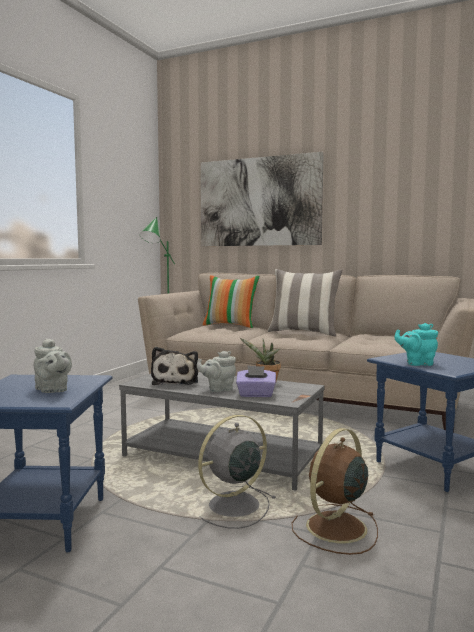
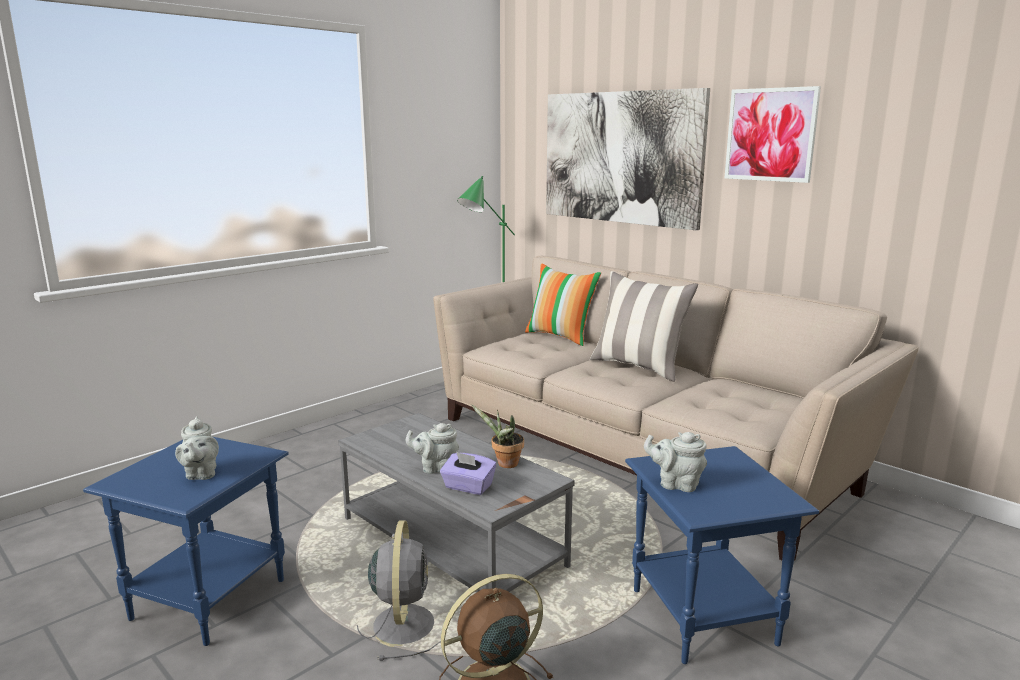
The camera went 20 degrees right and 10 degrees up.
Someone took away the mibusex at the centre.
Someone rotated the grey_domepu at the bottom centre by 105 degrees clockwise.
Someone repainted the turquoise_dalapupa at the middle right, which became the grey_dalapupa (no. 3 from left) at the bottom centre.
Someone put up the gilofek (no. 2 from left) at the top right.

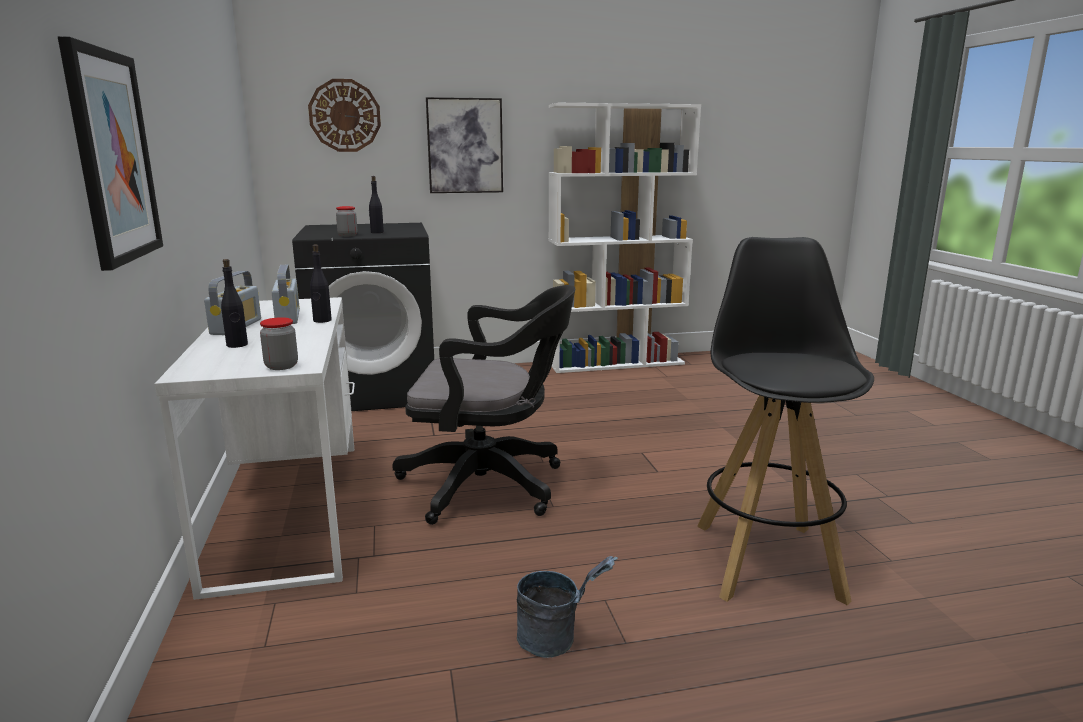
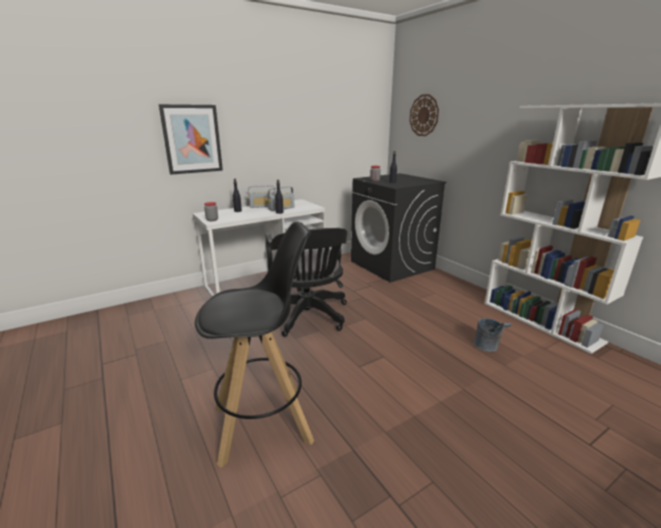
The camera went 70 degrees right and 5 degrees up.
Someone took away the gilofek (no. 2 from left) at the top centre.
Someone carried the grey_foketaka from the bottom centre to the middle right.

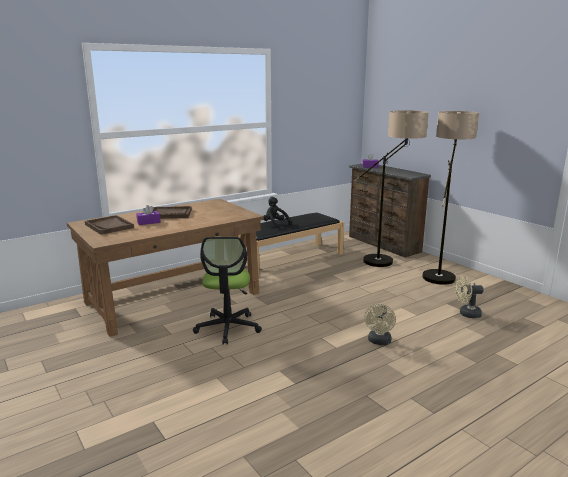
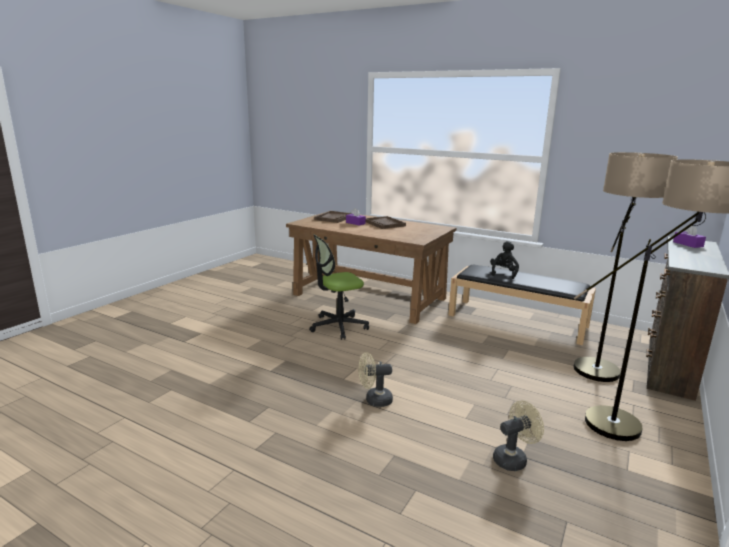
The camera went 65 degrees right and 0 degrees up.
Someone rotated the beige_domepu (no. 2 from left) at the middle right by 90 degrees clockwise.

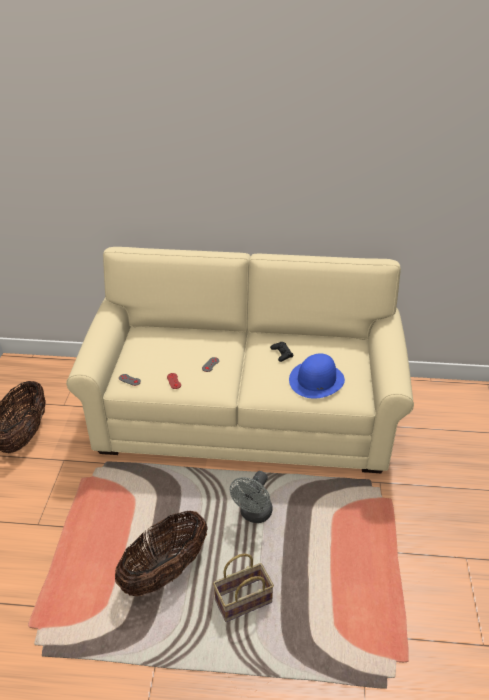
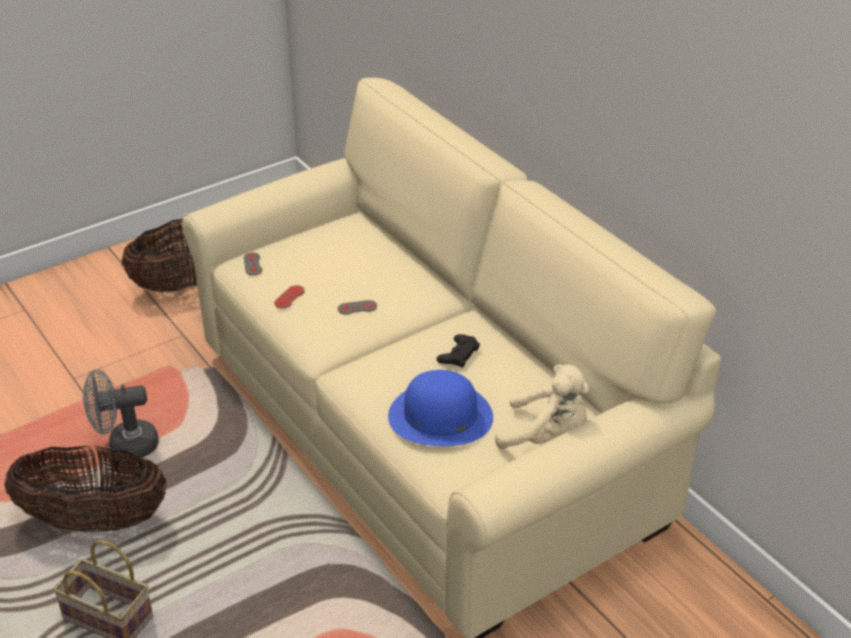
The camera went 50 degrees right and 0 degrees up.
Someone carried the grey_domepu from the bottom centre to the middle left.
Someone put down the beige_mibusex at the centre.

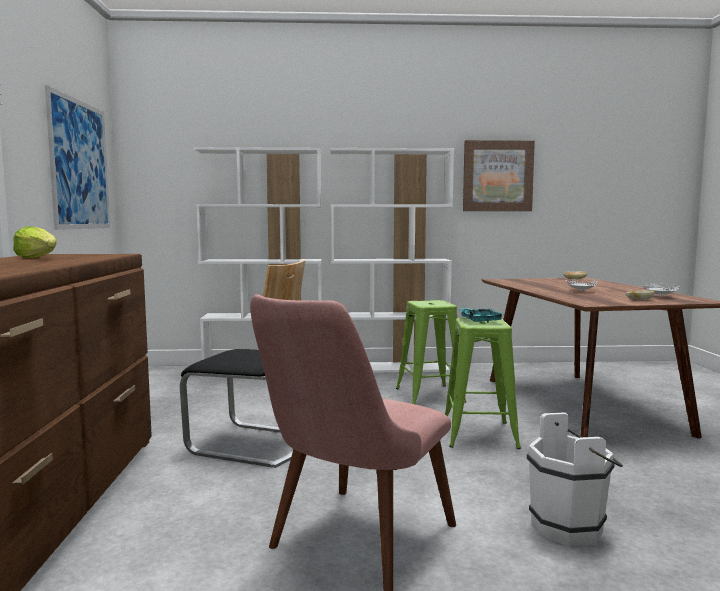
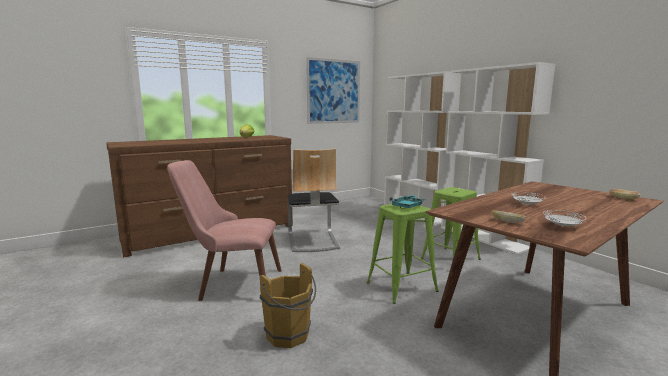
The camera went 60 degrees right and 5 degrees up.
Someone took away the gilofek (no. 2 from left) at the top right.
Someone repainted the white_foketaka at the bottom right, which became the brown_foketaka at the bottom centre.

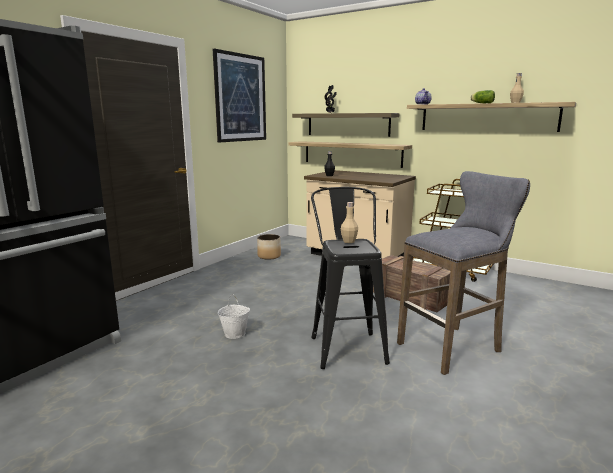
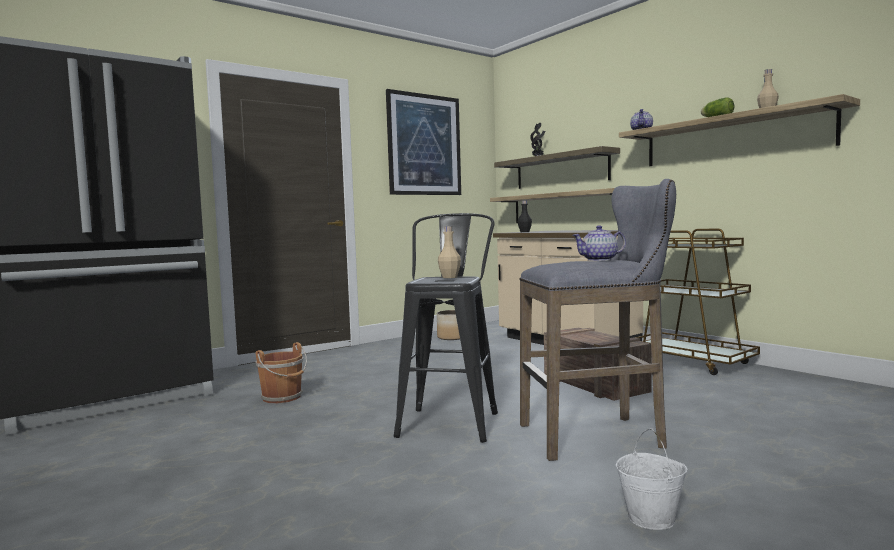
The camera went 20 degrees right and 10 degrees down.
Someone carried the white_foketaka from the bottom centre to the bottom right.
Someone put down the brown_foketaka at the bottom left.
Someone put down the dalapupa (no. 1 from left) at the middle right.

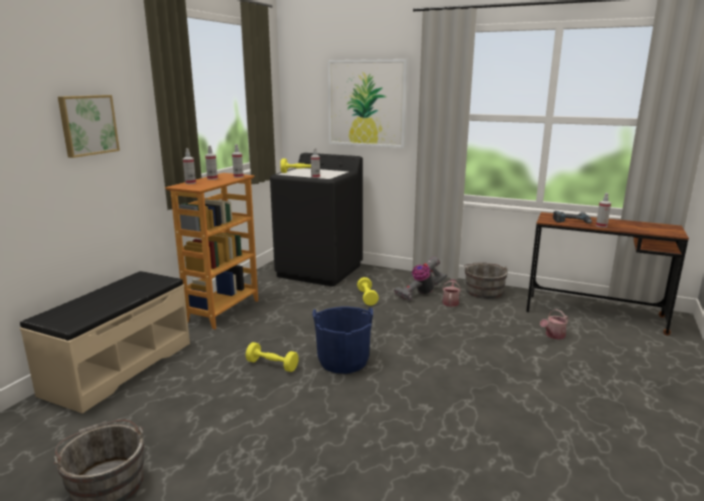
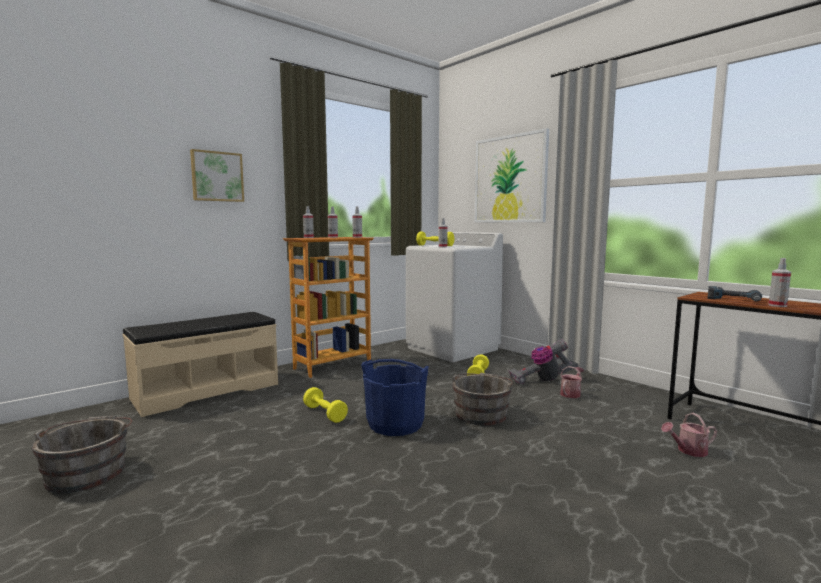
The camera went 25 degrees right and 10 degrees down.
Someone repainted the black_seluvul at the centre, which became the white_seluvul at the centre.
Someone carried the grey_foketaka (no. 2 from left) from the middle right to the bottom centre.

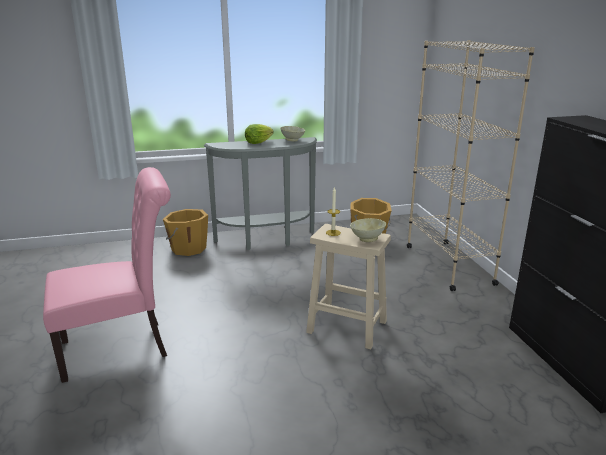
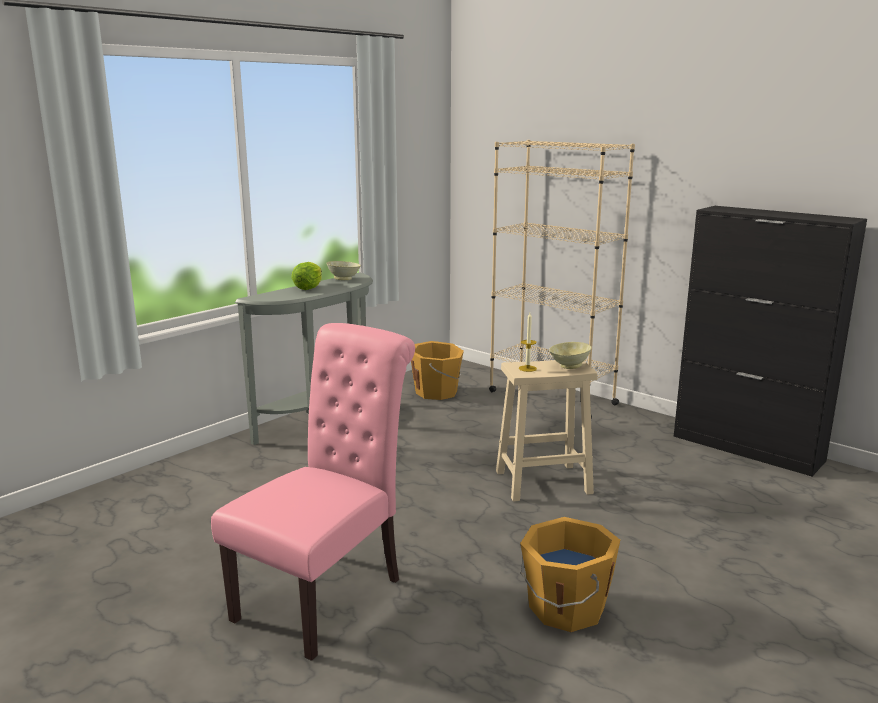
The camera went 35 degrees left and 5 degrees down.
Someone carried the orange_foketaka (no. 1 from left in the first image) from the middle left to the bottom centre.

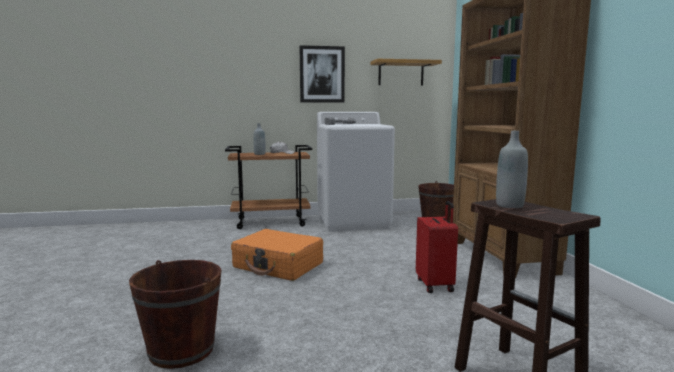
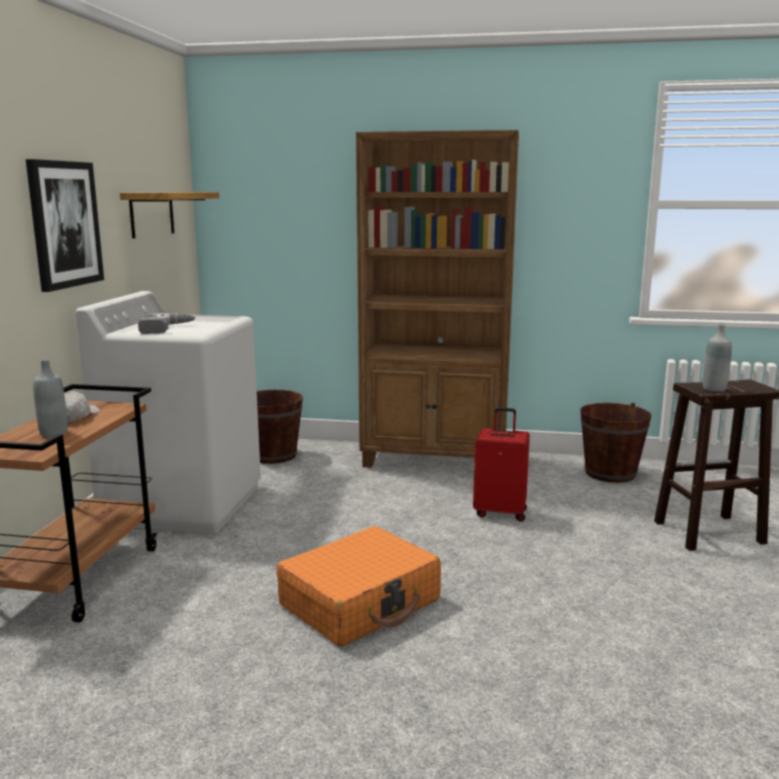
The camera went 70 degrees left and 5 degrees up.
Someone carried the brown_foketaka (no. 1 from left in the first image) from the bottom left to the middle right.

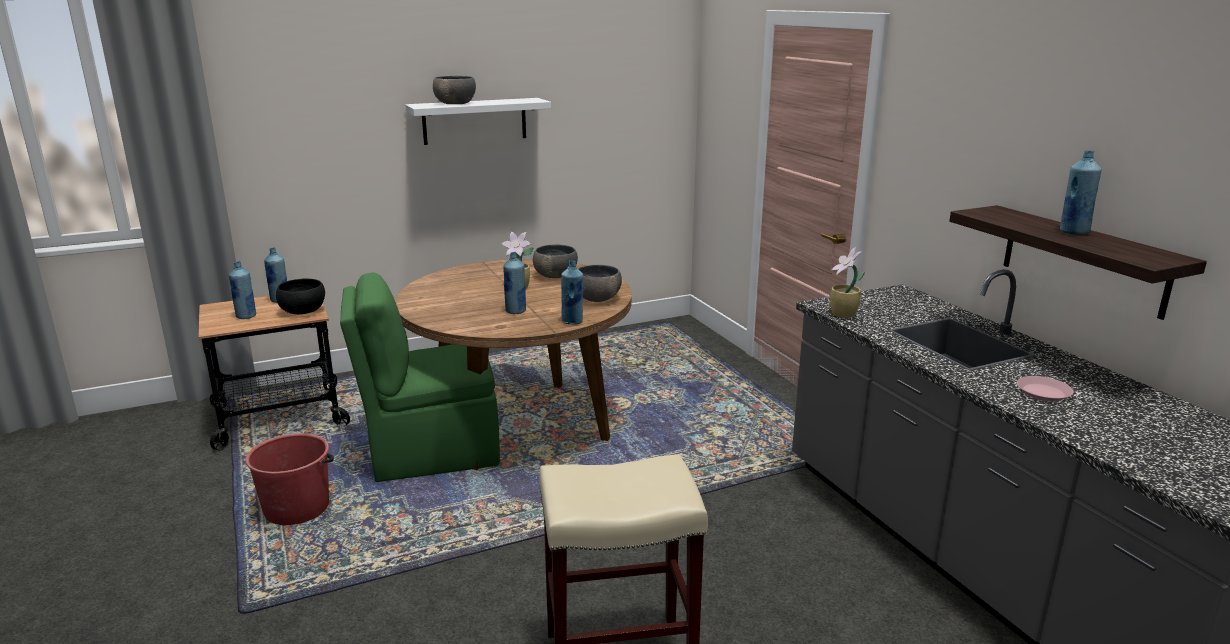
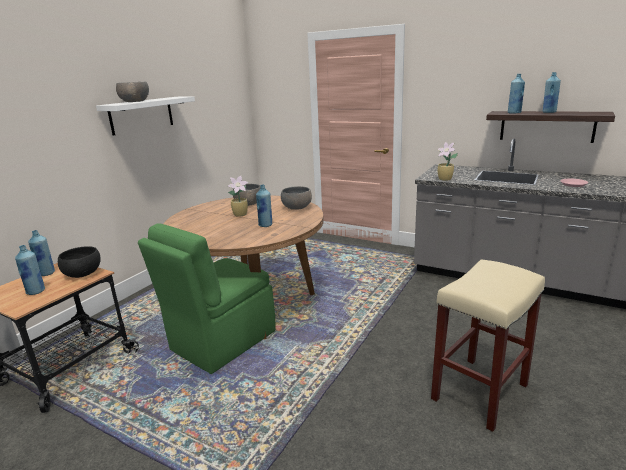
The camera went 35 degrees left and 0 degrees up.
Someone took away the red_foketaka at the bottom left.
Someone carried the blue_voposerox (no. 4 from left) from the centre to the top right.

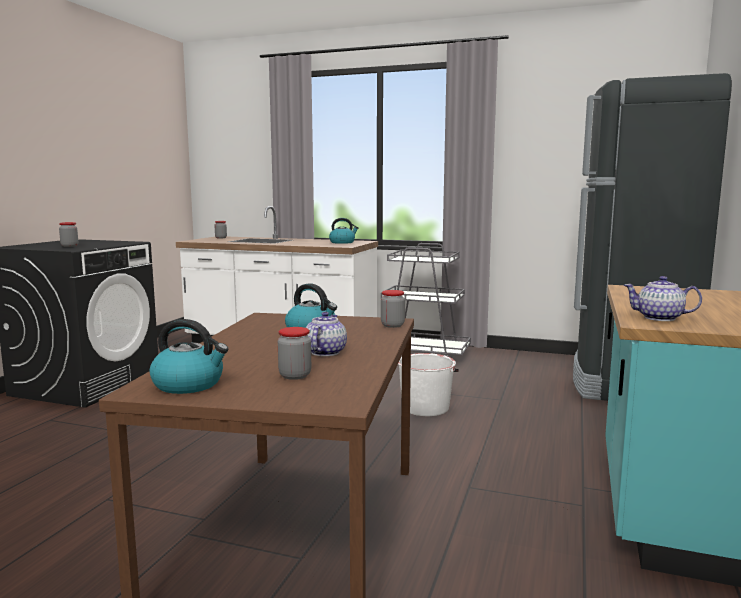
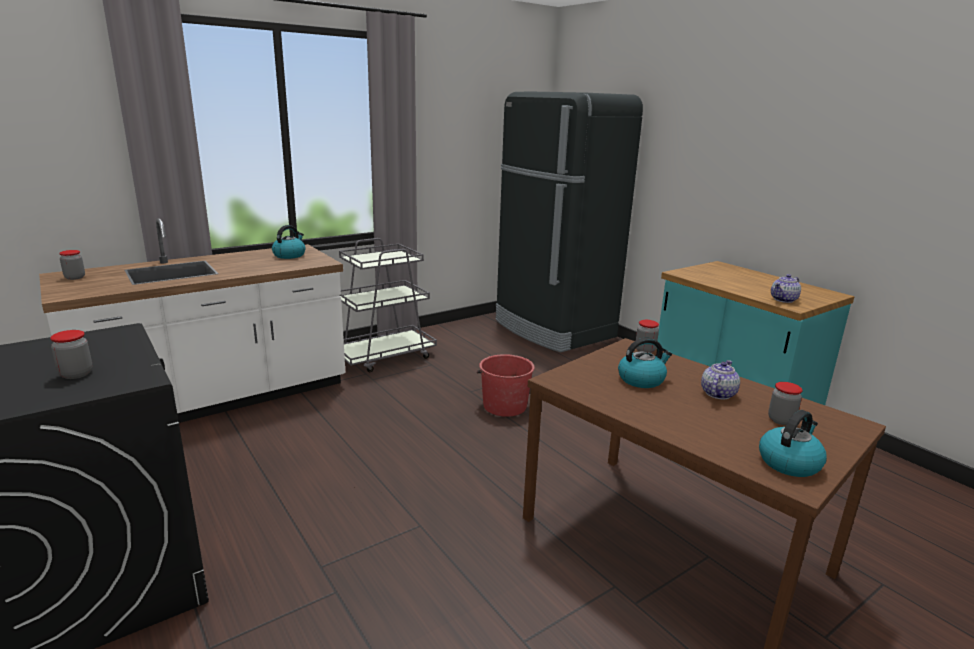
The camera went 55 degrees left and 10 degrees up.
Someone rotated the dalapupa (no. 1 from left) at the centre by 75 degrees clockwise.
Someone repainted the white_foketaka at the centre, which became the red_foketaka at the centre.

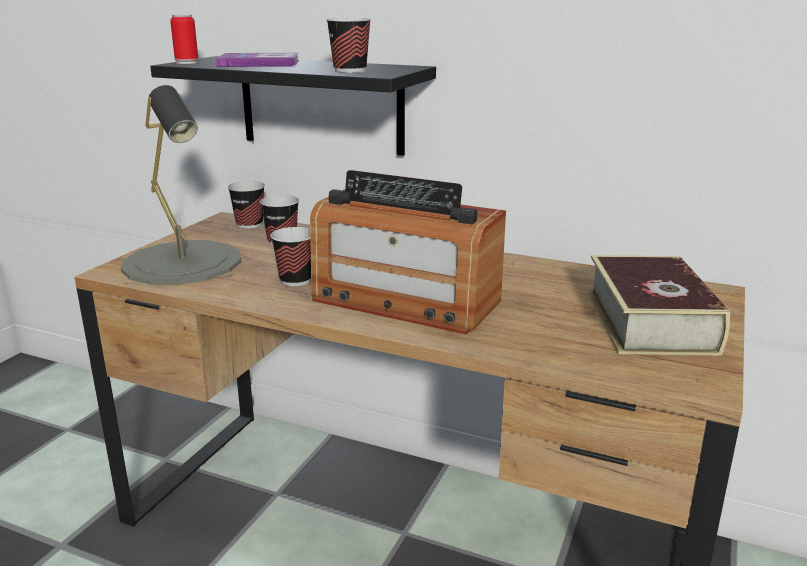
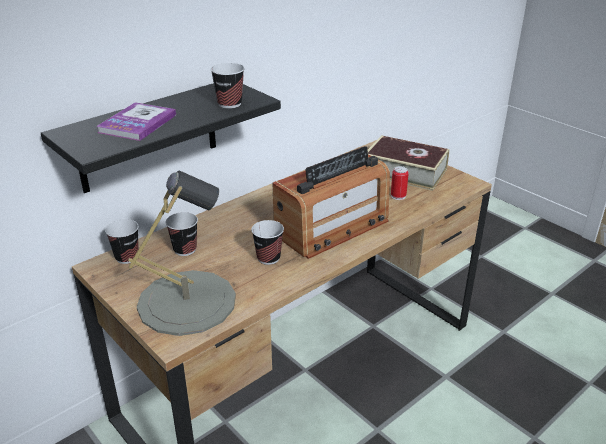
The camera went 65 degrees left and 10 degrees up.
Someone carried the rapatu from the top left to the centre.

